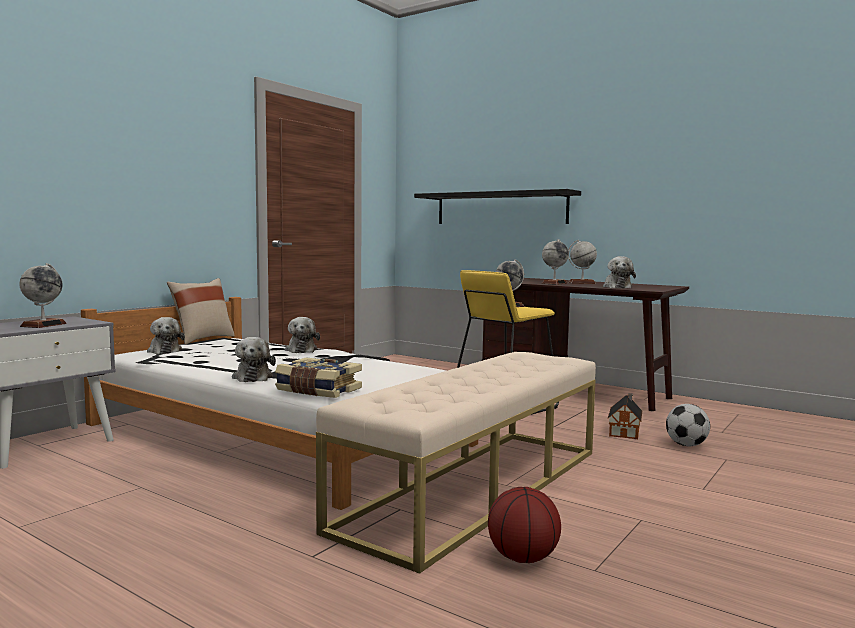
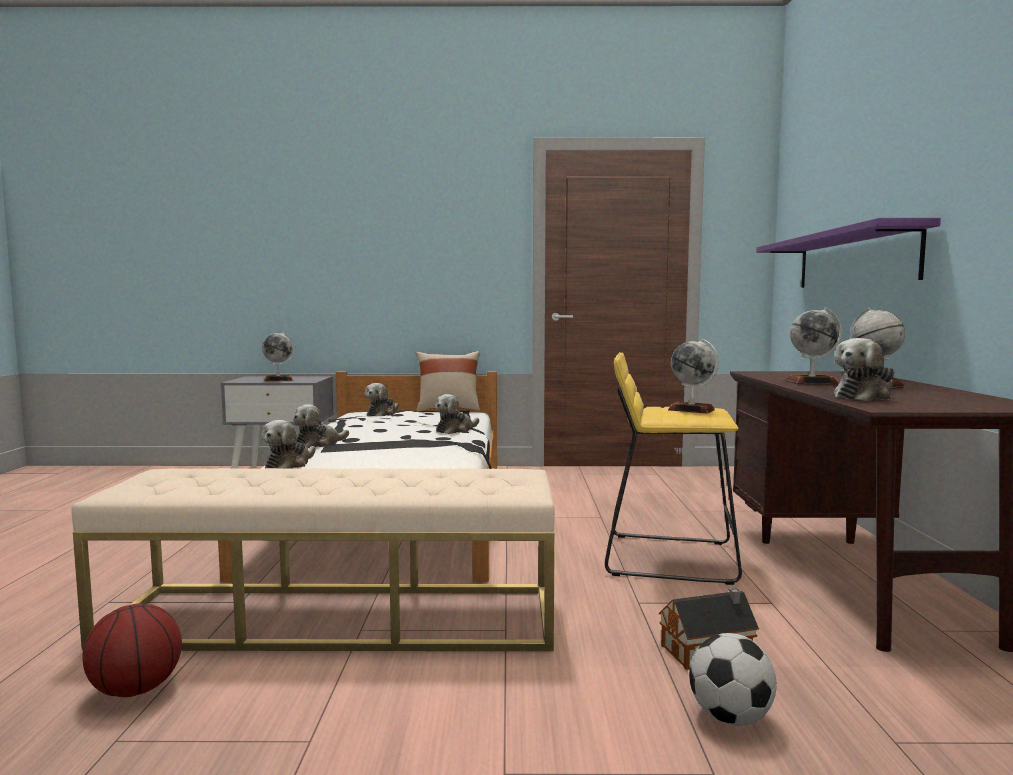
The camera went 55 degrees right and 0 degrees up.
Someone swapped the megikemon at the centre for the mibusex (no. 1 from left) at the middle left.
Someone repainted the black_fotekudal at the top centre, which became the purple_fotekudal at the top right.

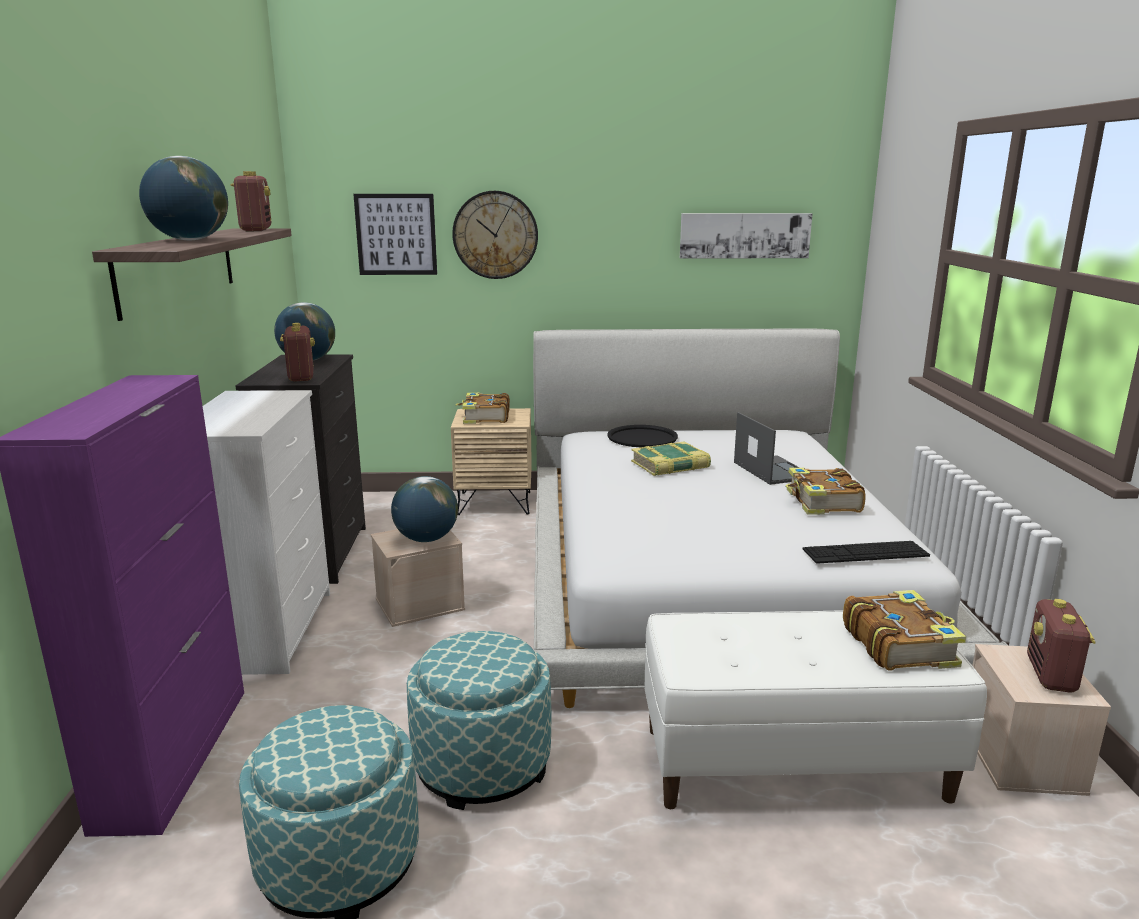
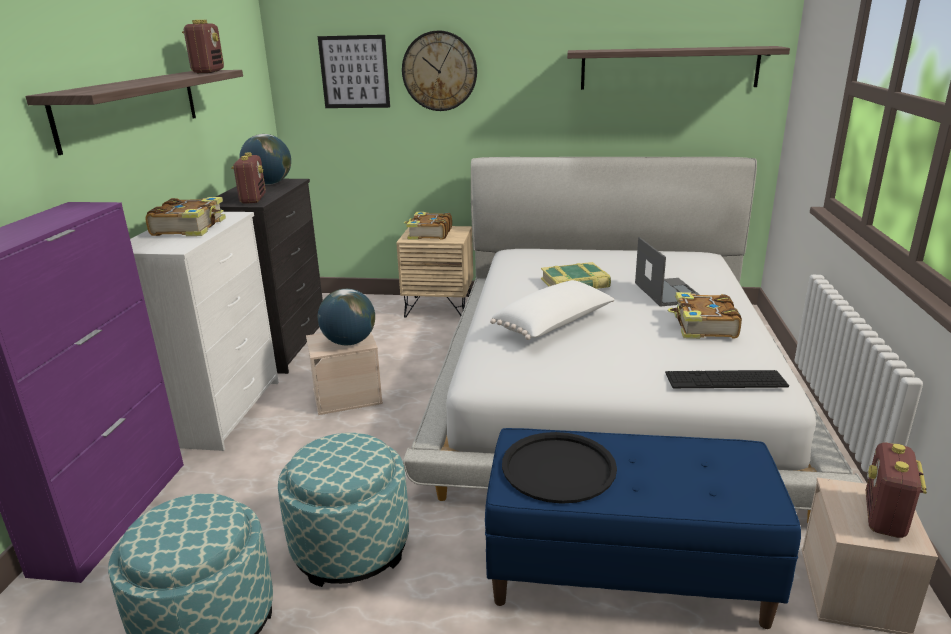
The camera went 10 degrees right and 5 degrees up.
Someone took away the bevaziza (no. 1 from left) at the top left.
Someone carried the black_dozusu from the centre to the bottom centre.
Someone repainted the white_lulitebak at the bottom right, which became the blue_lulitebak at the bottom right.
Someone swapped the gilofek (no. 2 from left) at the top centre for the fotekudal (no. 2 from left) at the top right.
Someone carried the megikemon (no. 4 from left in the first image) from the bottom right to the middle left.
Someone put down the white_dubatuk at the centre.

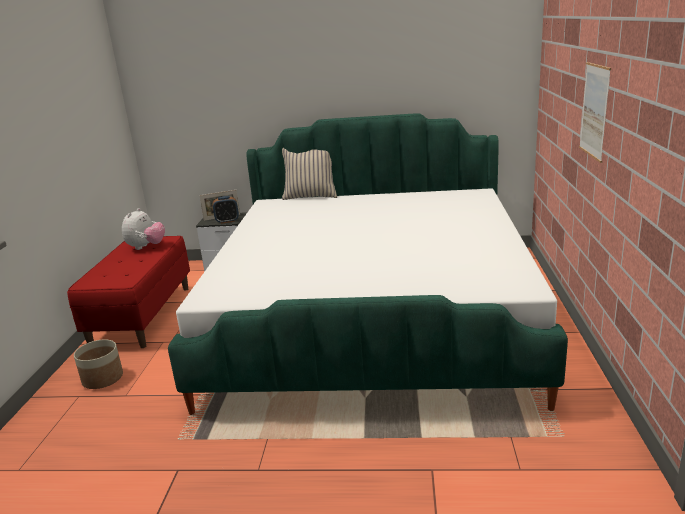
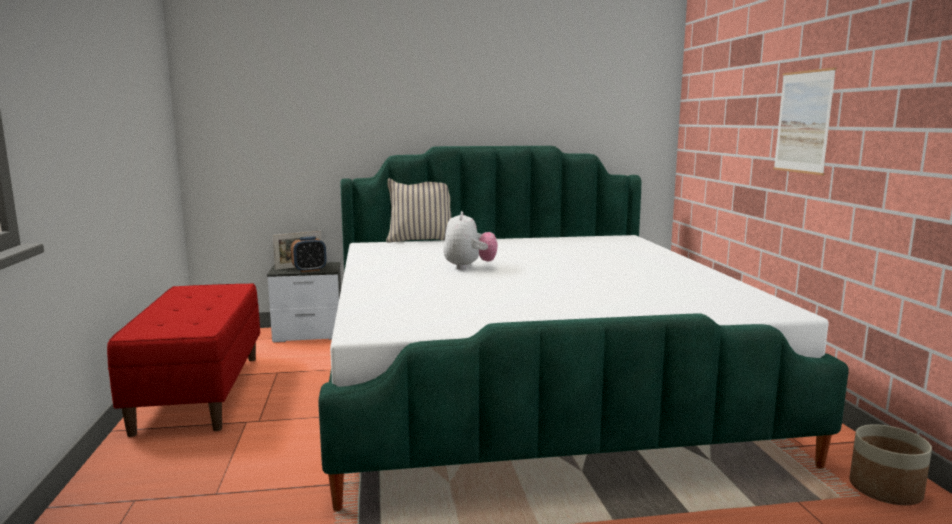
The camera went 15 degrees left and 10 degrees down.
Someone carried the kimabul from the bottom left to the bottom right.
Someone carried the mibusex from the middle left to the centre.

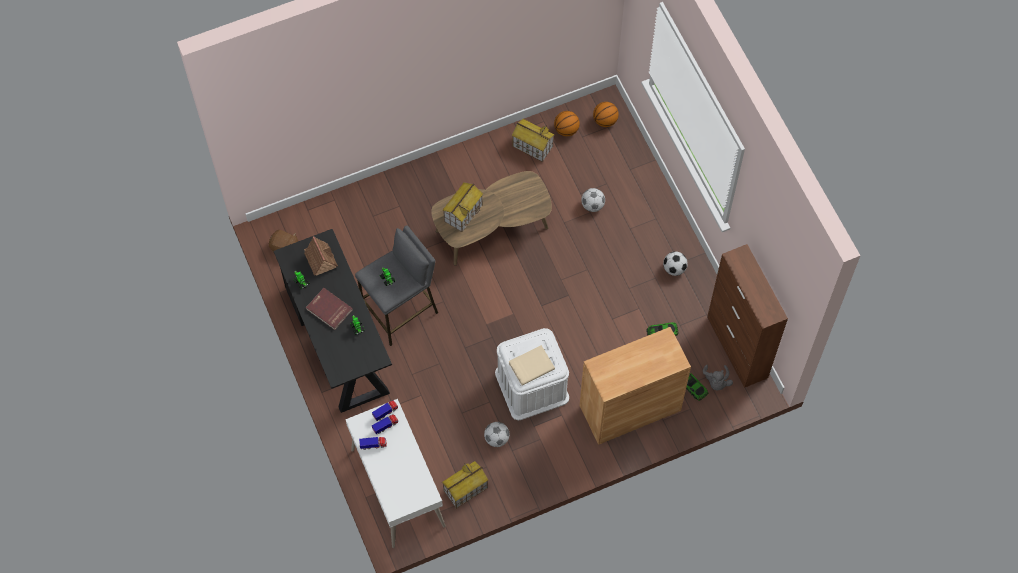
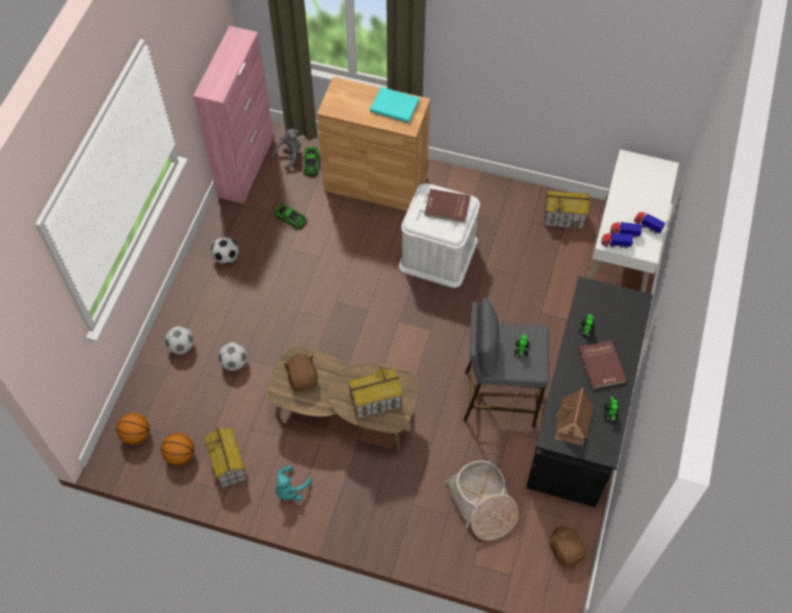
The camera went 140 degrees left and 5 degrees down.
Someone carried the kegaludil (no. 1 from left) from the bottom centre to the middle left.
Someone repainted the beige_megikemon at the centre, which became the red_megikemon (no. 1 from left) at the centre.
Someone repainted the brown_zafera (no. 2 from left) at the middle right, which became the pink_zafera at the top left.
Someone put down the turquoise_mibusex at the bottom centre.
Someone put down the brown_mibusex (no. 1 from left) at the centre.
Someone put down the turquoise_megikemon at the top centre.
Someone put down the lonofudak at the bottom centre.

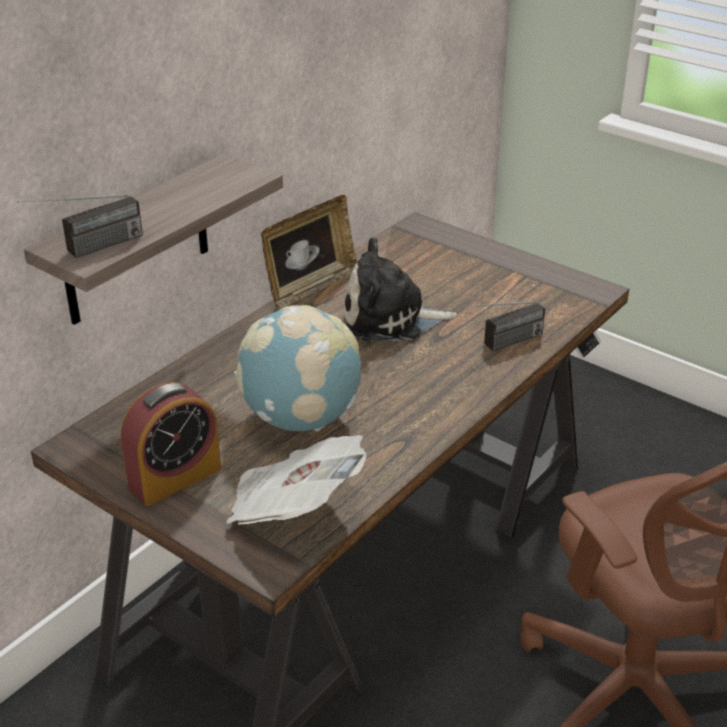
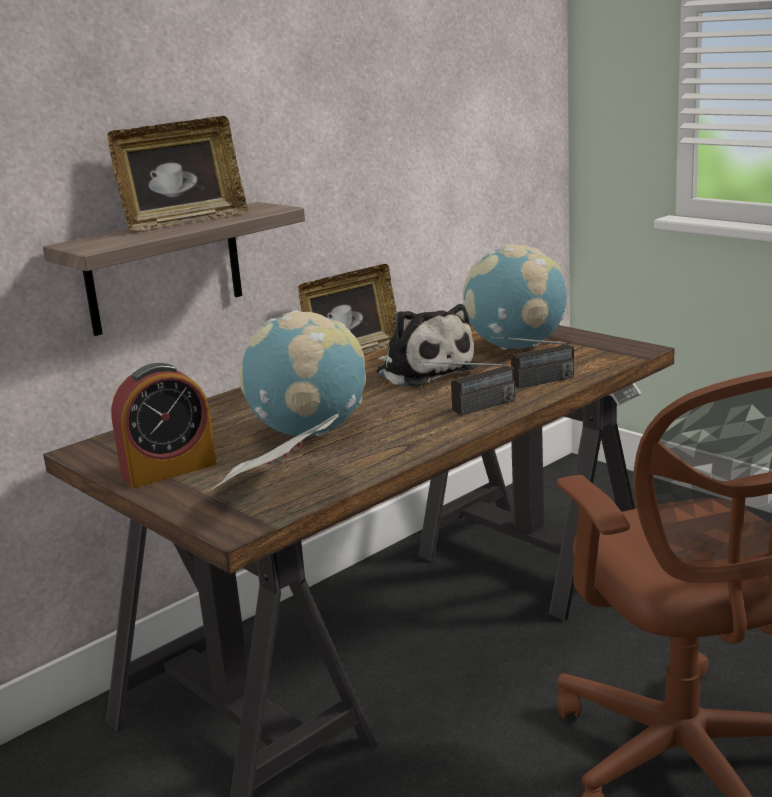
The camera went 10 degrees right and 15 degrees down.
Someone carried the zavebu (no. 1 from left) from the top left to the centre.
Someone rotated the mibusex at the centre by 135 degrees counterclockwise.
Someone put down the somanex (no. 1 from left) at the top left.
Someone put down the bevaziza (no. 2 from left) at the centre.

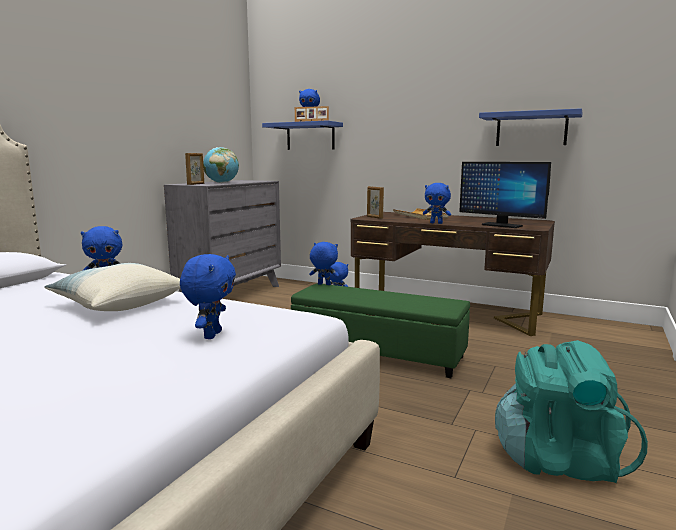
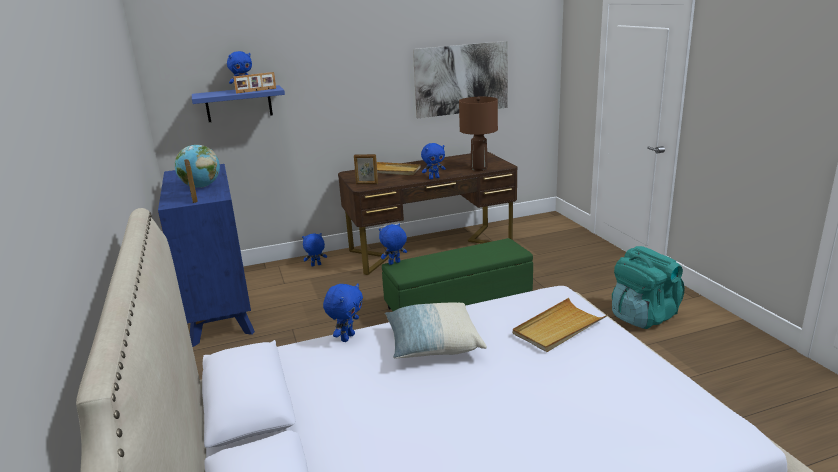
The camera went 45 degrees left and 10 degrees up.
Someone repainted the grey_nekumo at the middle left, which became the blue_nekumo at the middle left.
Someone swapped the blue_mibusex (no. 2 from left) at the middle left for the beige_dozusu (no. 2 from left) at the bottom right.
Someone swapped the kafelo at the middle right for the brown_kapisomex at the top centre.
Someone swapped the blue_fotekudal (no. 2 from left) at the top right for the gilofek at the top centre.

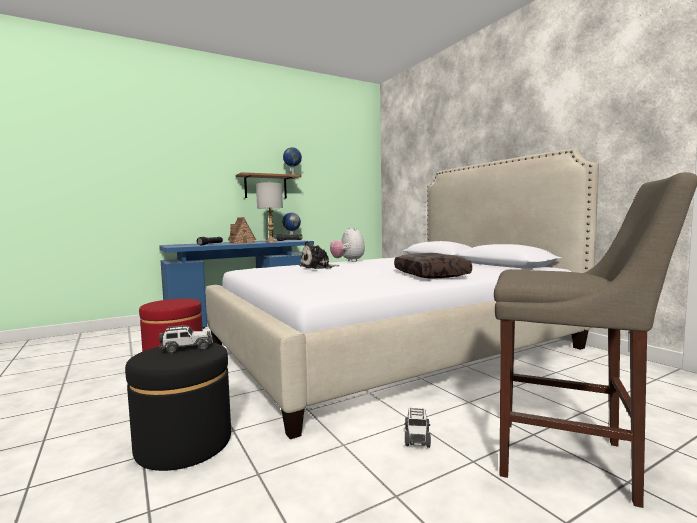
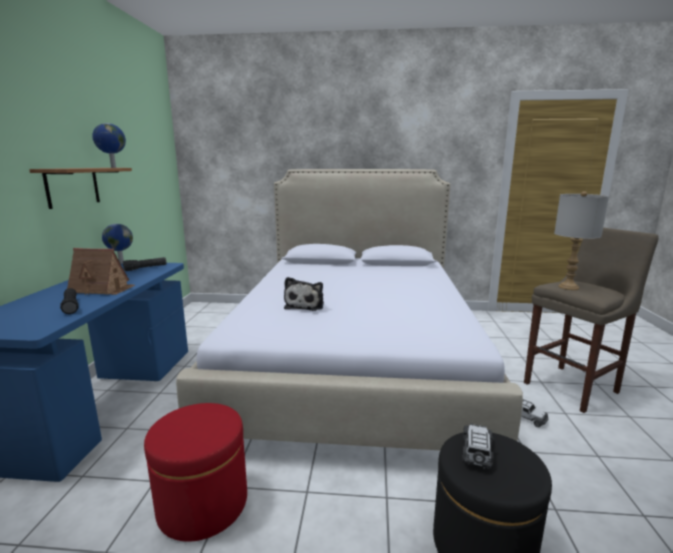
The camera went 55 degrees left and 10 degrees up.
Someone carried the grey_kapisomex from the centre to the middle right.
Someone took away the mibusex (no. 2 from left) at the centre.
Someone took away the brown_dubatuk at the centre.

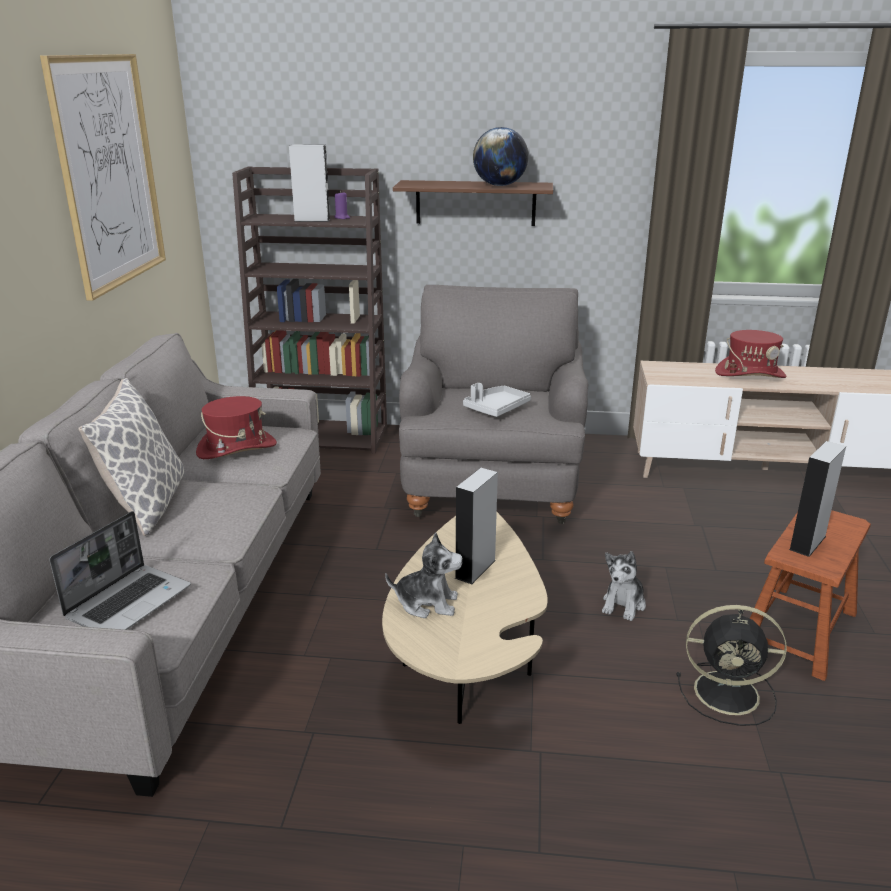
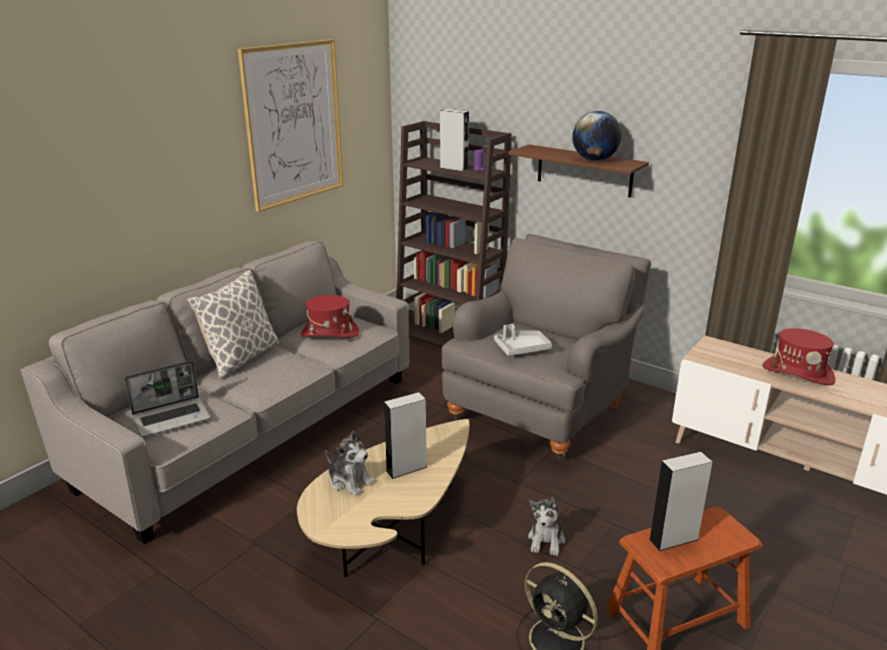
The camera went 30 degrees right and 0 degrees up.
Someone rotated the mibusex (no. 2 from left) at the middle right by 45 degrees counterclockwise.

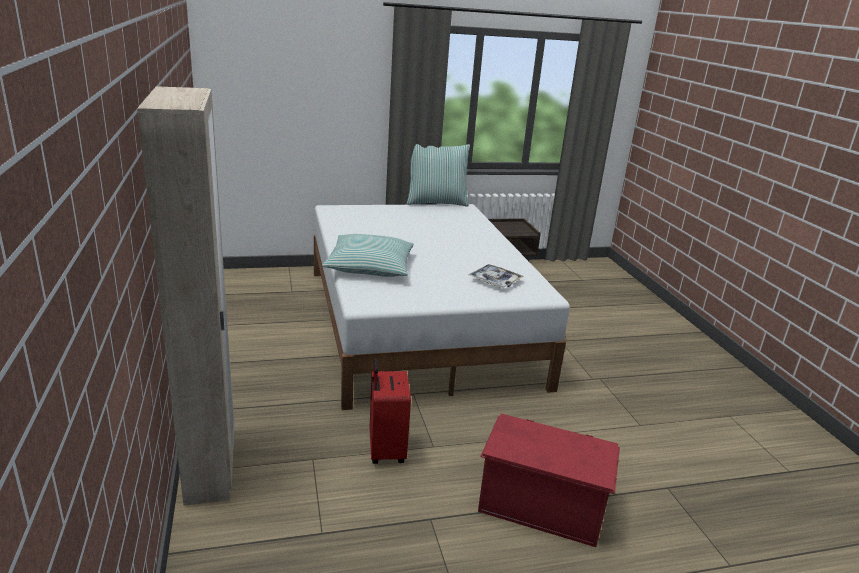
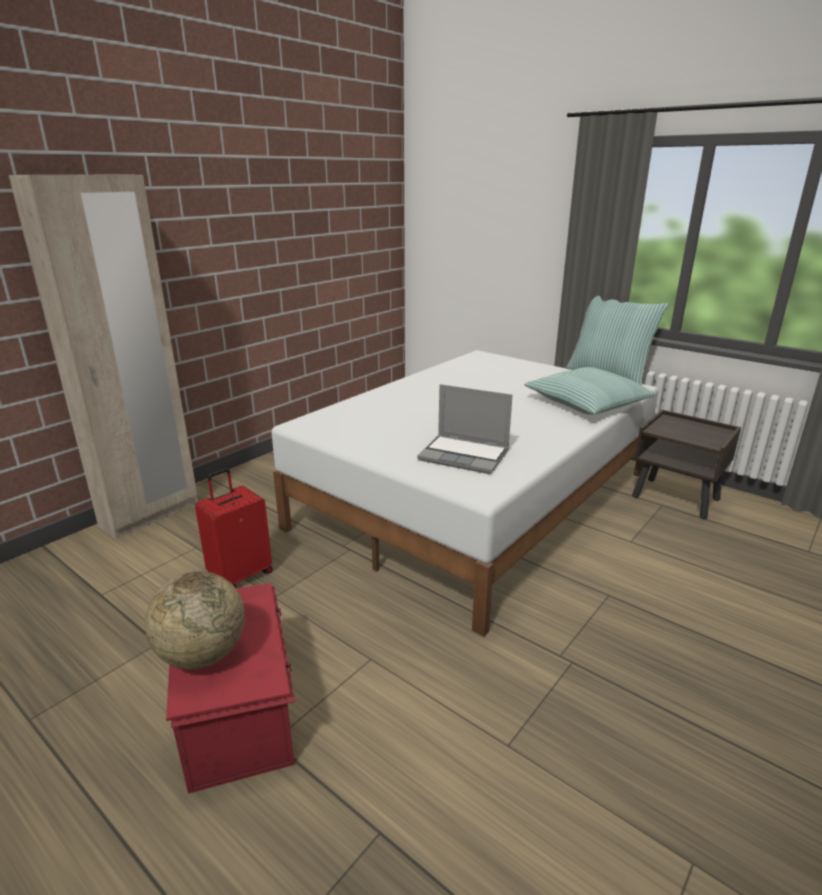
The camera went 55 degrees right and 0 degrees up.
Someone carried the dubatuk (no. 1 from left) from the centre to the middle right.
Someone swapped the dozusu at the centre for the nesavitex at the centre.
Someone put down the bevaziza at the bottom left.

